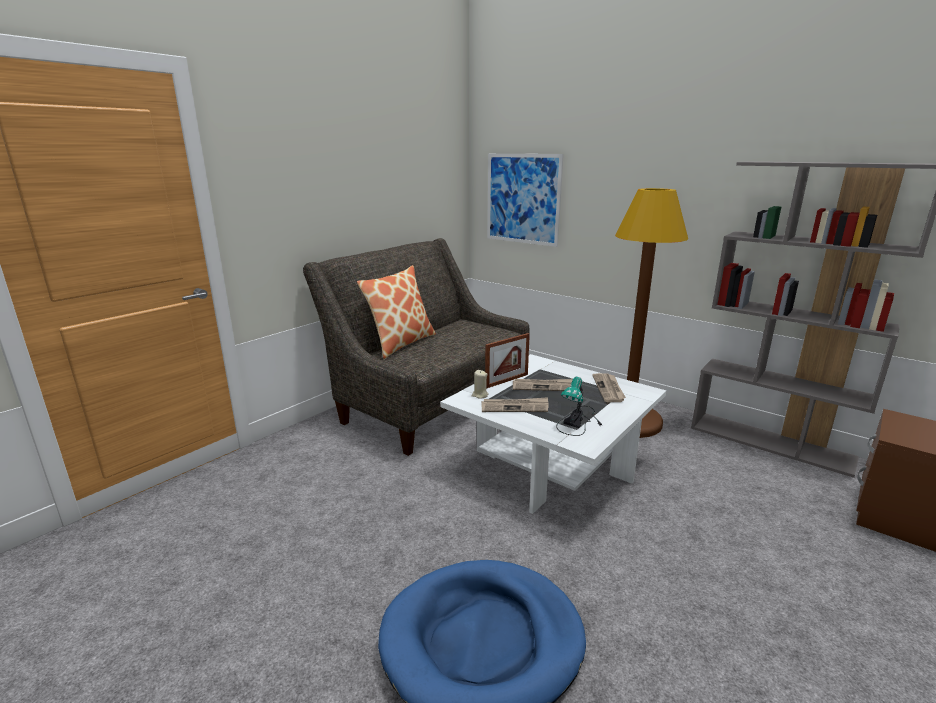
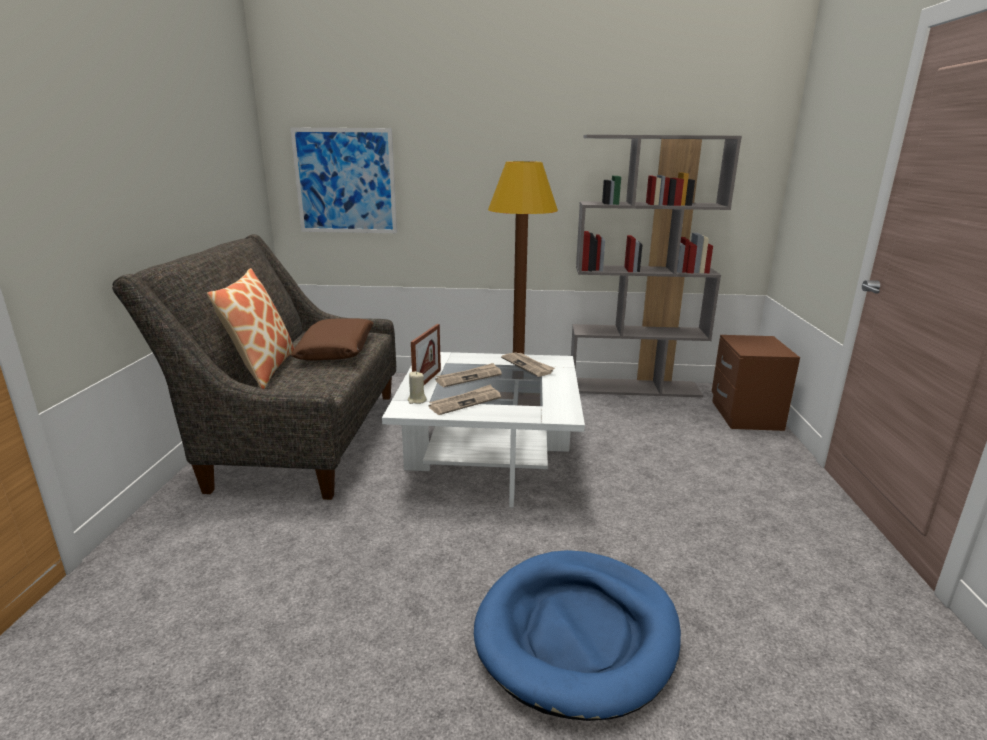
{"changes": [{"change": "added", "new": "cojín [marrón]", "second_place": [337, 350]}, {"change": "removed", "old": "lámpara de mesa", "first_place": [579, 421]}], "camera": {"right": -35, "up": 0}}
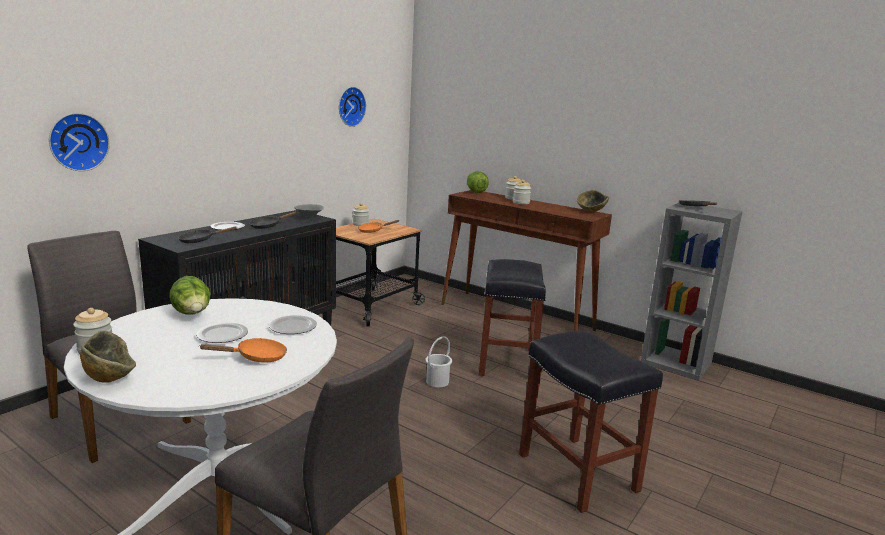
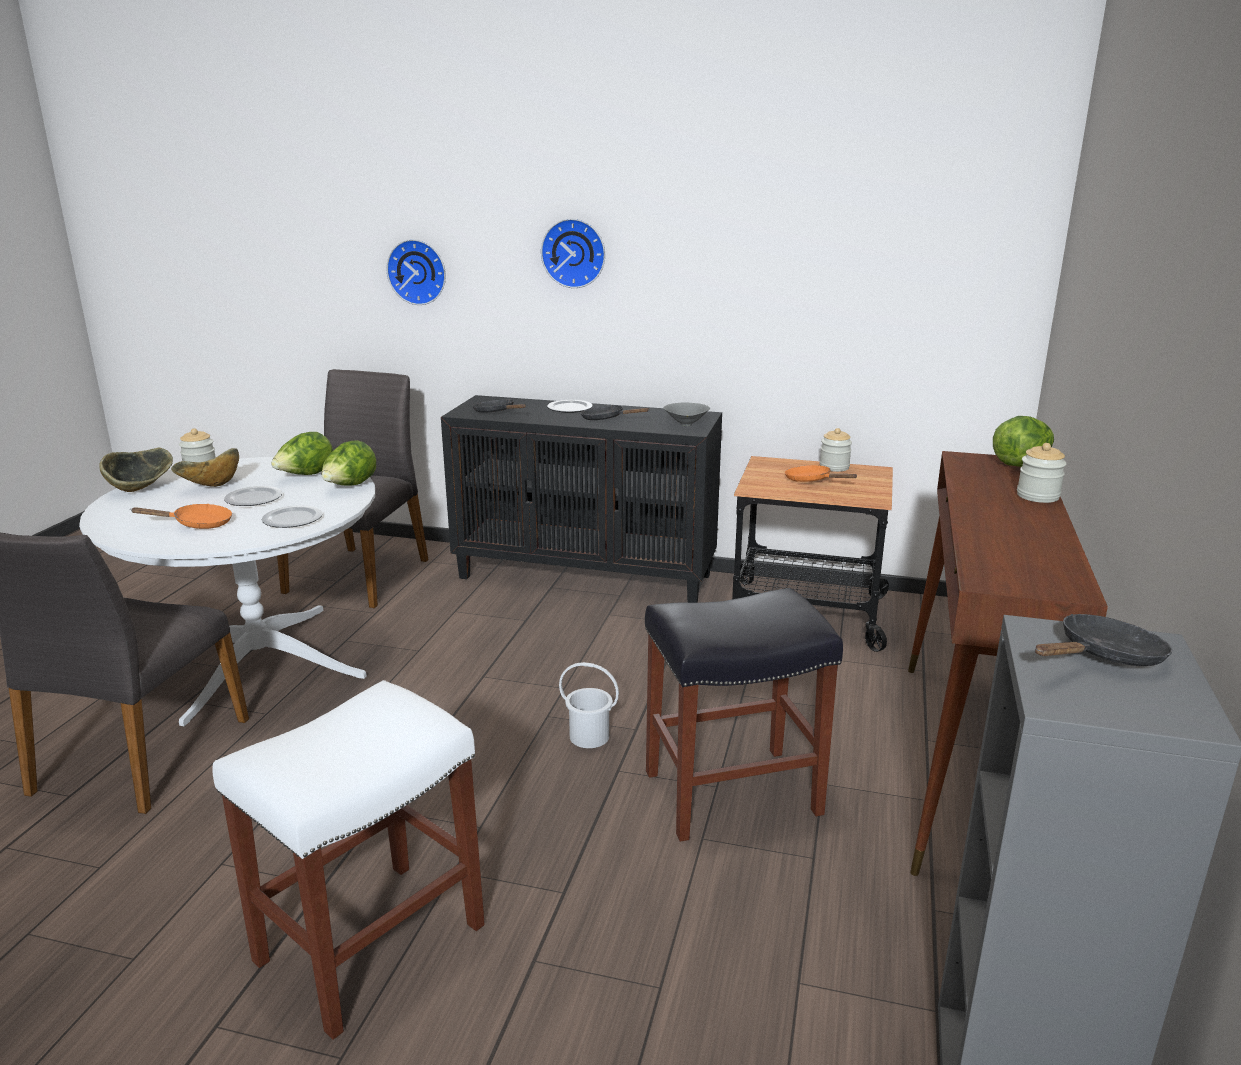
{"changes": [{"change": "turned", "old": "sartén [naranja]", "first_place": [256, 357], "second_place": [197, 524], "degrees": -60}, {"change": "moved", "old": "cuenco", "first_place": [591, 212], "second_place": [211, 486]}, {"change": "recoloured", "old": "taburete [negro]", "new": "taburete [blanco]", "first_place": [579, 473], "second_place": [369, 945]}, {"change": "added", "new": "lechuga", "second_place": [350, 486]}, {"change": "moved", "old": "reloj de pared", "first_place": [350, 106], "second_place": [574, 253]}, {"change": "removed", "old": "tarro", "first_place": [521, 202]}], "camera": {"right": 70, "up": 5}}
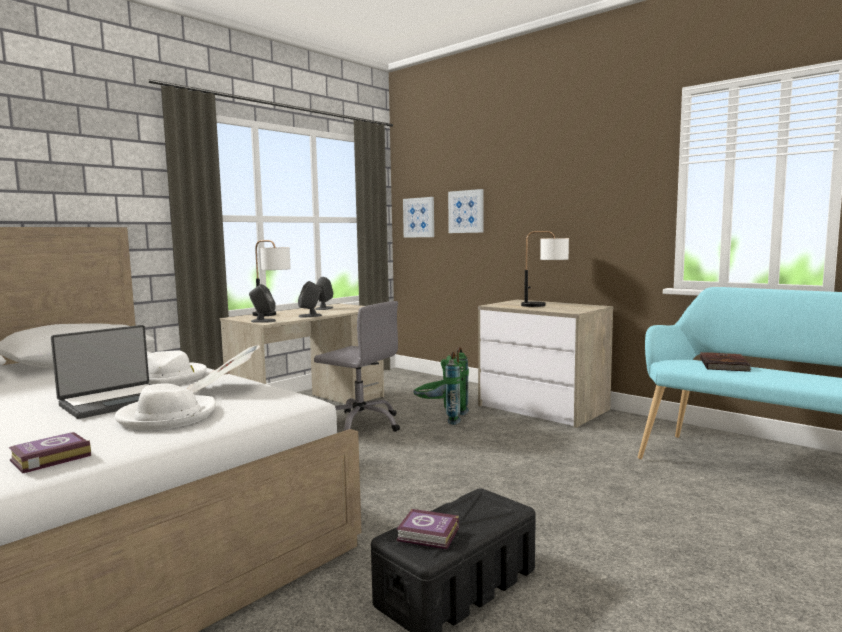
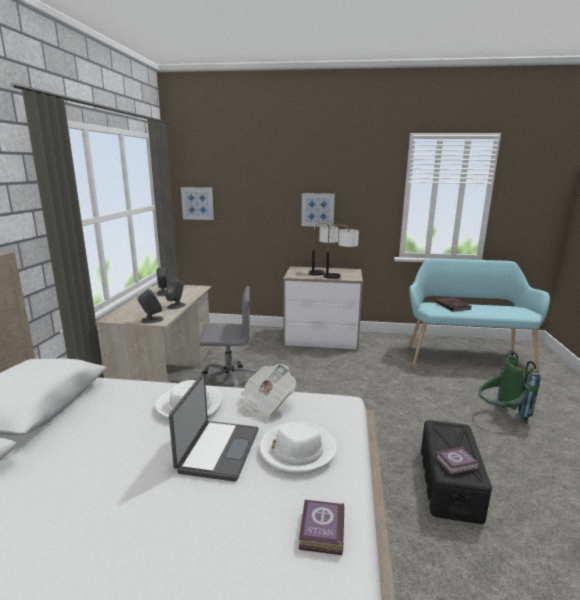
{"changes": [{"change": "moved", "old": "cuadro", "first_place": [466, 211], "second_place": [317, 210]}, {"change": "moved", "old": "lámpara de mesa", "first_place": [272, 315], "second_place": [340, 276]}, {"change": "moved", "old": "mochila [verde]", "first_place": [441, 417], "second_place": [500, 416]}], "camera": {"right": -35, "up": 10}}
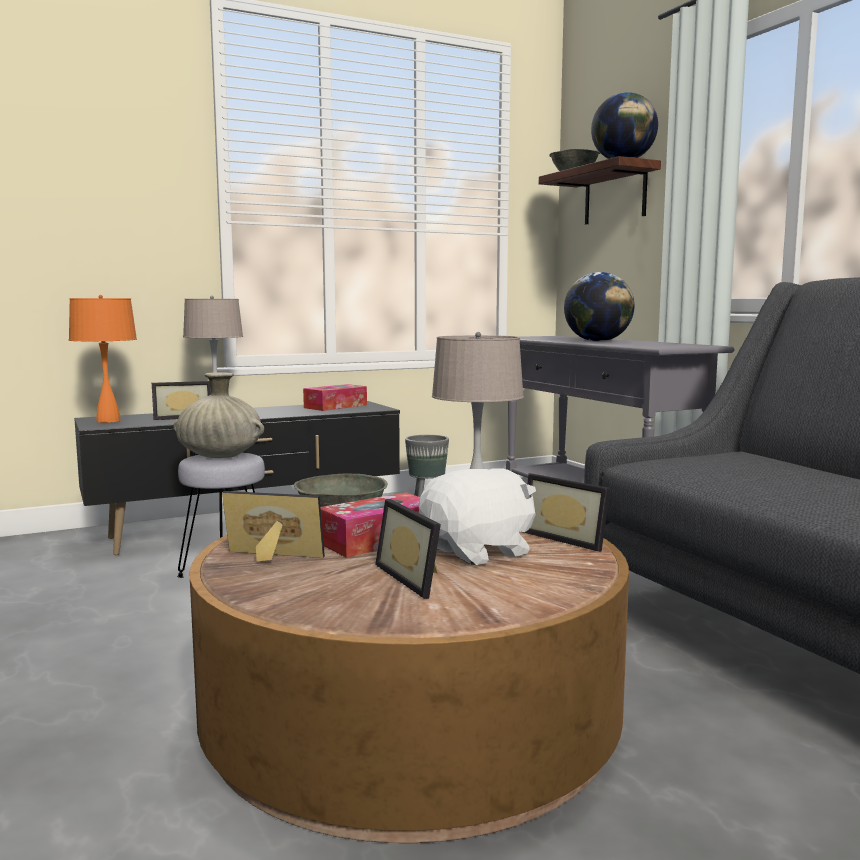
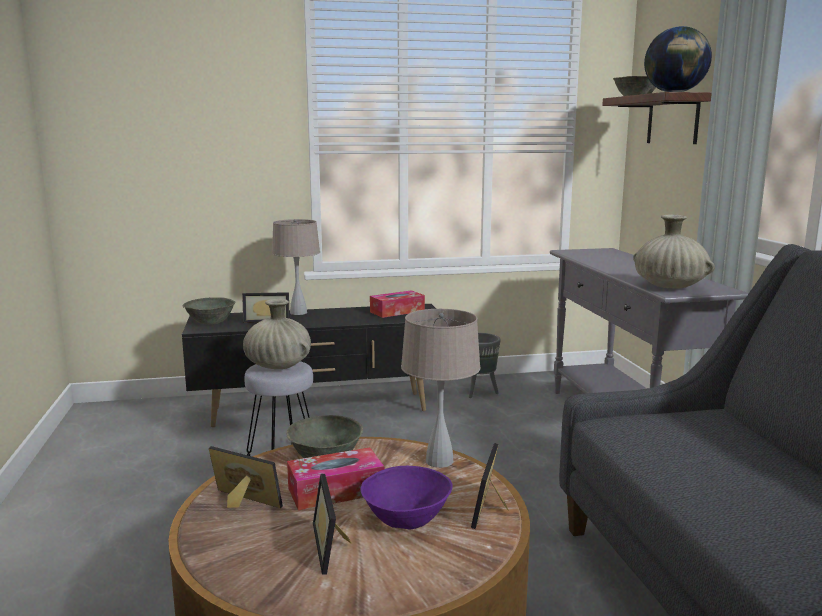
{"changes": [{"change": "replaced", "old": "lámpara de mesa [naranja]", "new": "cuenco [gris]", "first_place": [108, 421], "second_place": [210, 322]}, {"change": "replaced", "old": "peluche [blanco]", "new": "cuenco [morado]", "first_place": [479, 552], "second_place": [406, 517]}, {"change": "turned", "old": "portarretratos", "first_place": [568, 538], "second_place": [493, 509], "degrees": 45}, {"change": "added", "new": "florero [beis]", "second_place": [669, 287]}, {"change": "removed", "old": "globo terráqueo", "first_place": [597, 341]}], "camera": {"right": 15, "up": 5}}
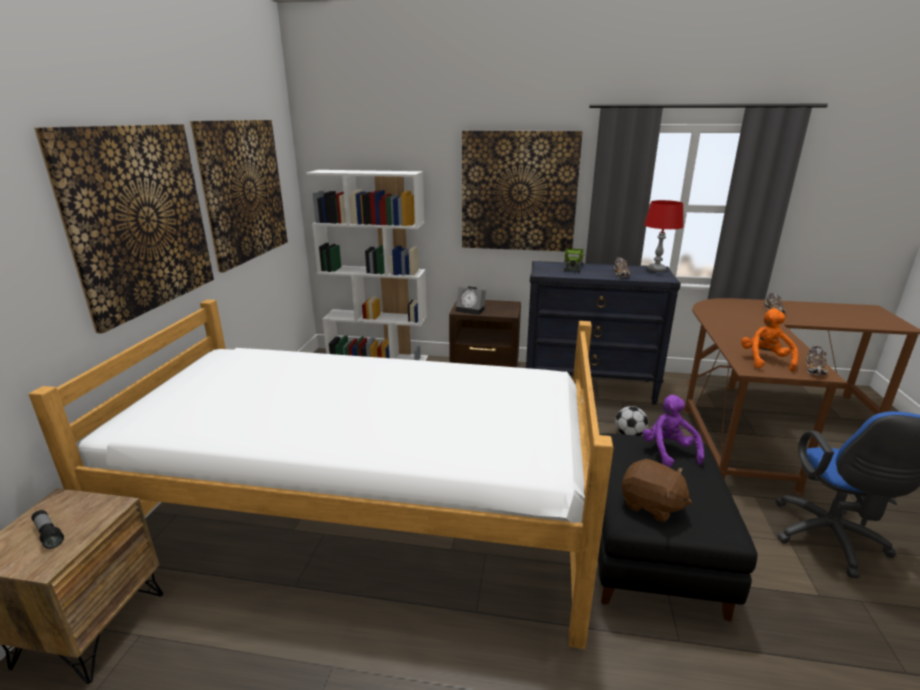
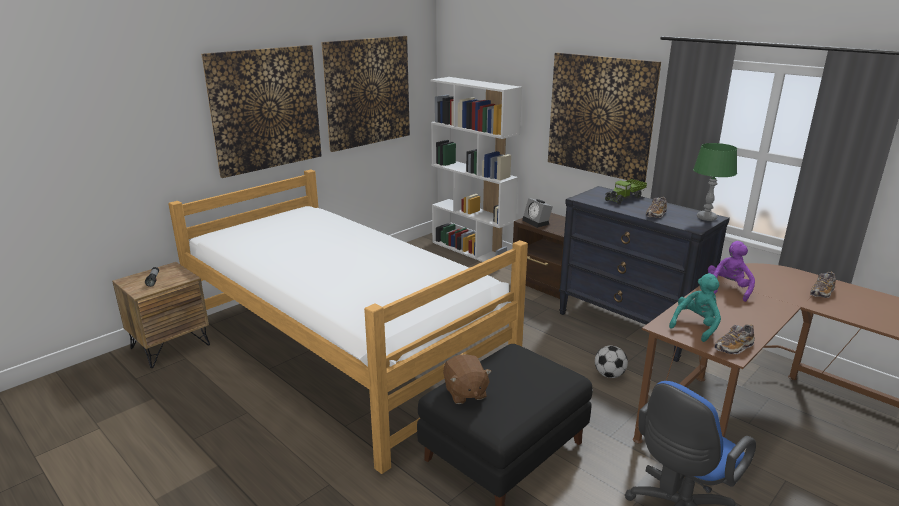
{"changes": [{"change": "recoloured", "old": "peluche [naranja]", "new": "peluche [turquesa]", "first_place": [765, 360], "second_place": [696, 326]}, {"change": "recoloured", "old": "lámpara de mesa [rojo]", "new": "lámpara de mesa [verde]", "first_place": [656, 269], "second_place": [706, 218]}, {"change": "moved", "old": "peluche [morado]", "first_place": [668, 451], "second_place": [728, 289]}], "camera": {"right": 35, "up": 0}}
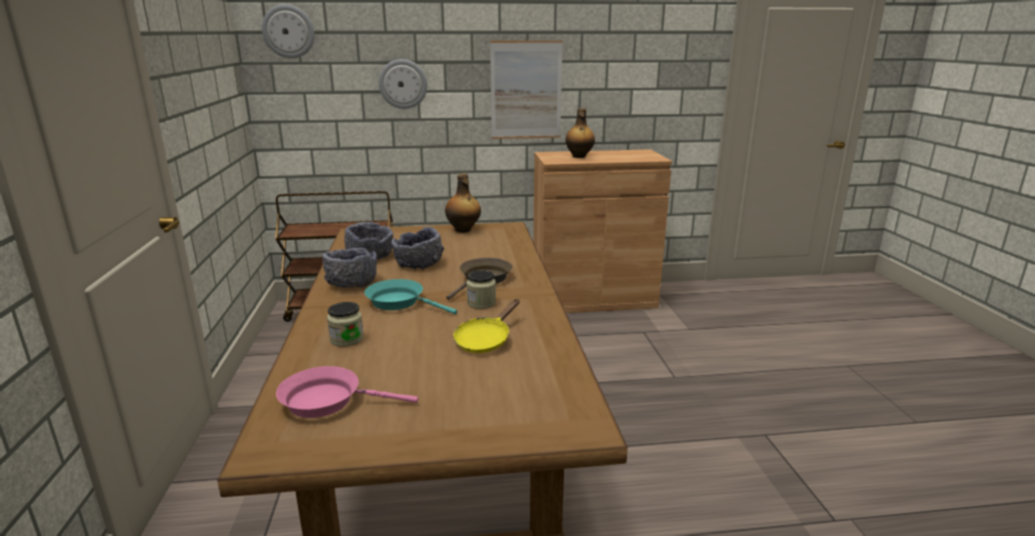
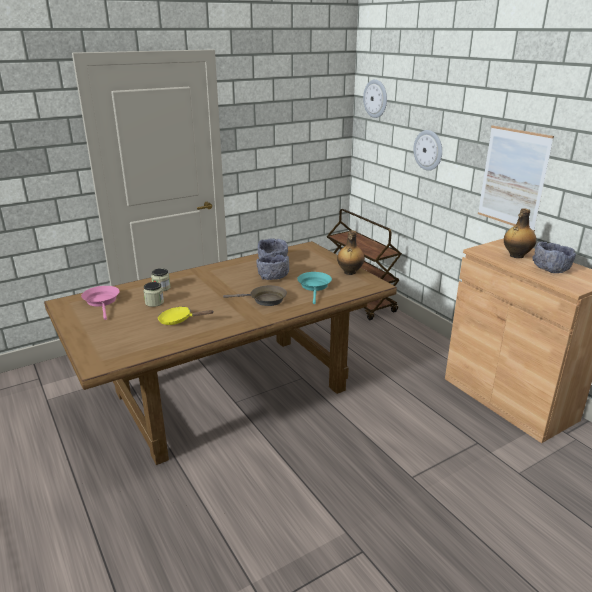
{"changes": [{"change": "moved", "old": "tarro", "first_place": [481, 303], "second_place": [154, 302]}, {"change": "moved", "old": "sartén [turquesa]", "first_place": [400, 302], "second_place": [314, 287]}, {"change": "moved", "old": "cuenco [gris]", "first_place": [352, 283], "second_place": [551, 268]}], "camera": {"right": 65, "up": 5}}
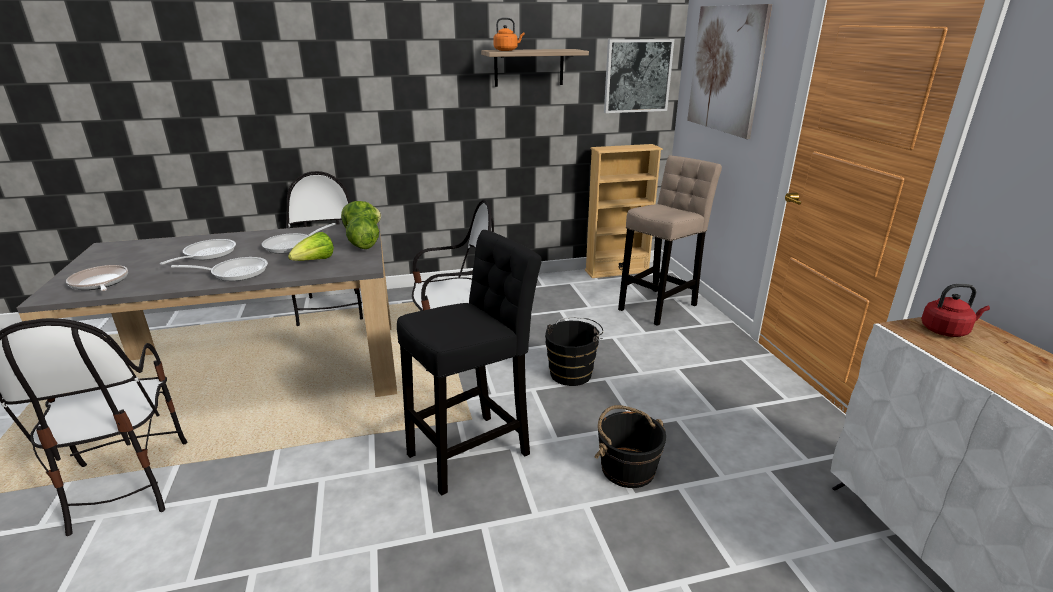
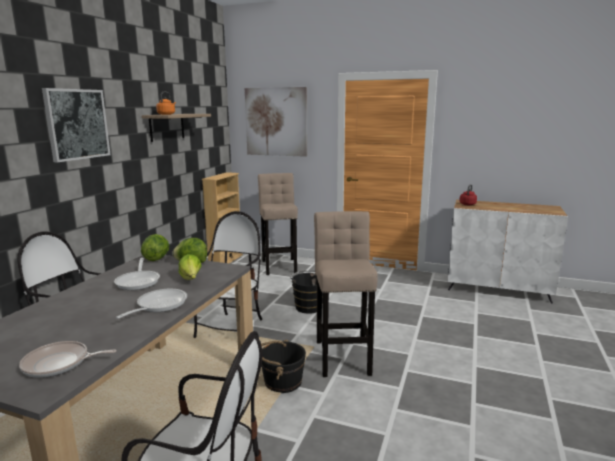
{"changes": [{"change": "moved", "old": "cuadro", "first_place": [637, 76], "second_place": [77, 124]}, {"change": "moved", "old": "cubo [negro]", "first_place": [627, 468], "second_place": [282, 381]}, {"change": "recoloured", "old": "taburete [negro]", "new": "taburete [beis]", "first_place": [474, 450], "second_place": [343, 355]}, {"change": "removed", "old": "sartén", "first_place": [206, 254]}], "camera": {"right": -55, "up": -10}}
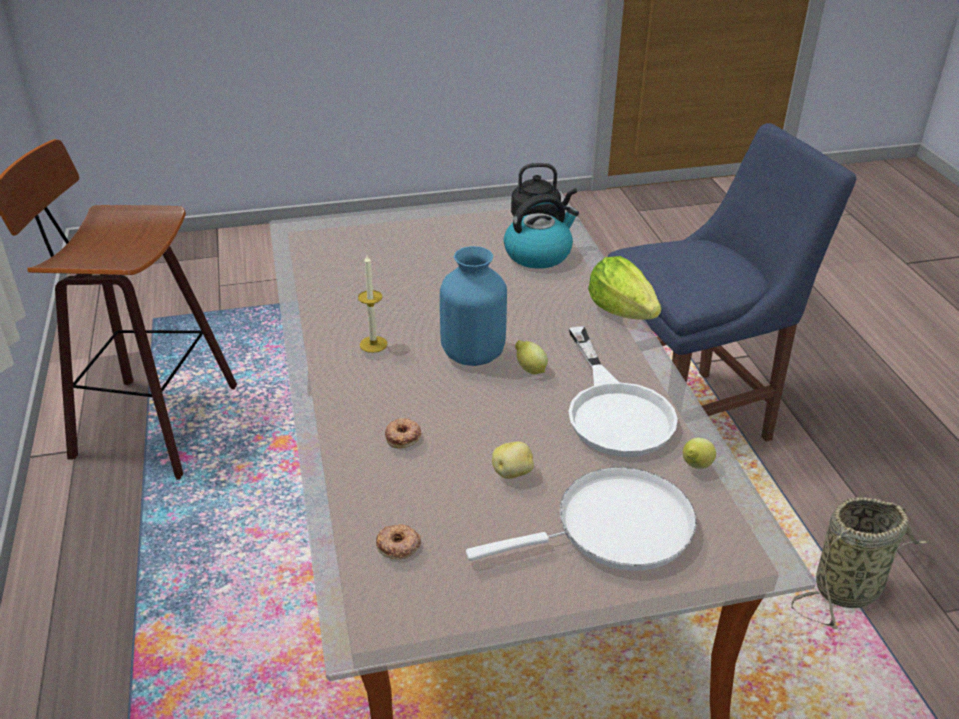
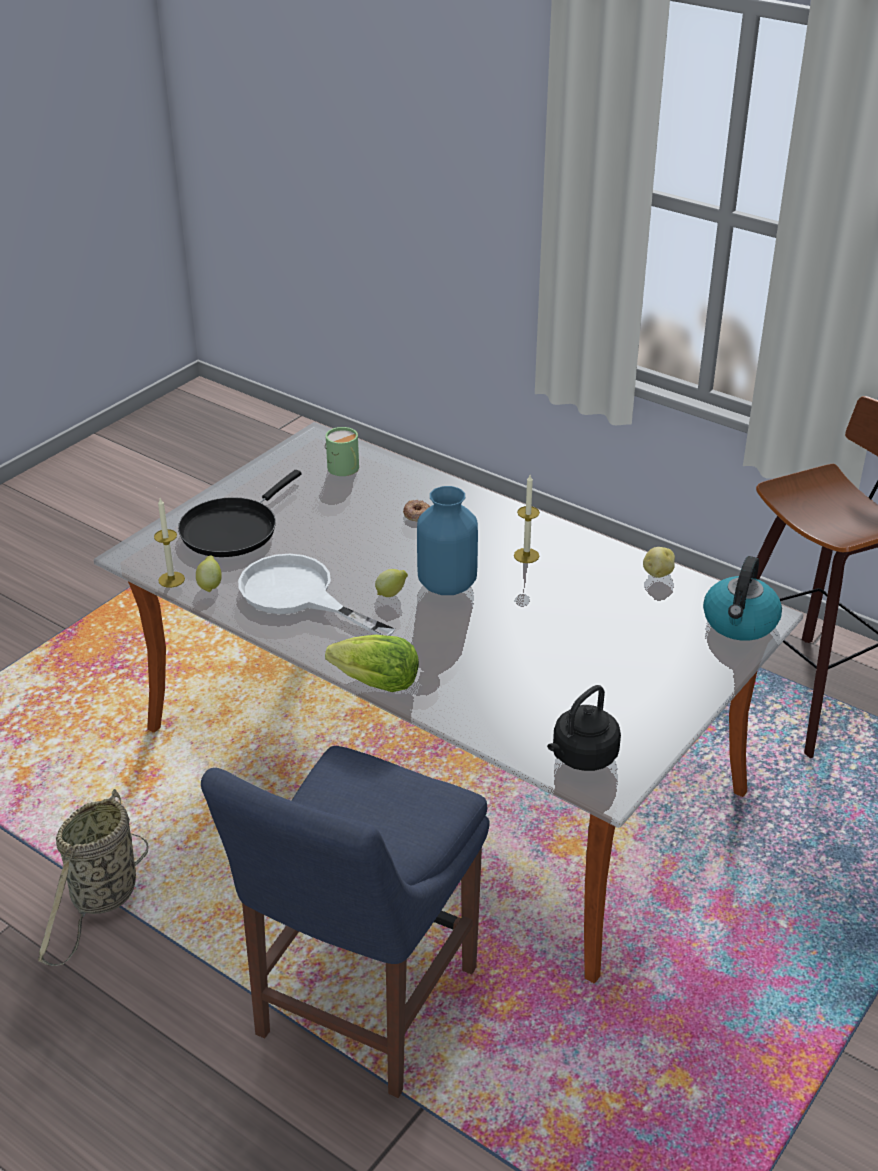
{"changes": [{"change": "added", "new": "vela", "second_place": [171, 579]}, {"change": "recoloured", "old": "sartén [blanco]", "new": "sartén [negro]", "first_place": [615, 528], "second_place": [233, 529]}, {"change": "replaced", "old": "rosquilla", "new": "taza grande [verde]", "first_place": [398, 545], "second_place": [345, 469]}, {"change": "moved", "old": "patata", "first_place": [513, 473], "second_place": [657, 573]}, {"change": "moved", "old": "hervidor", "first_place": [538, 254], "second_place": [740, 623]}], "camera": {"right": 140, "up": 0}}
